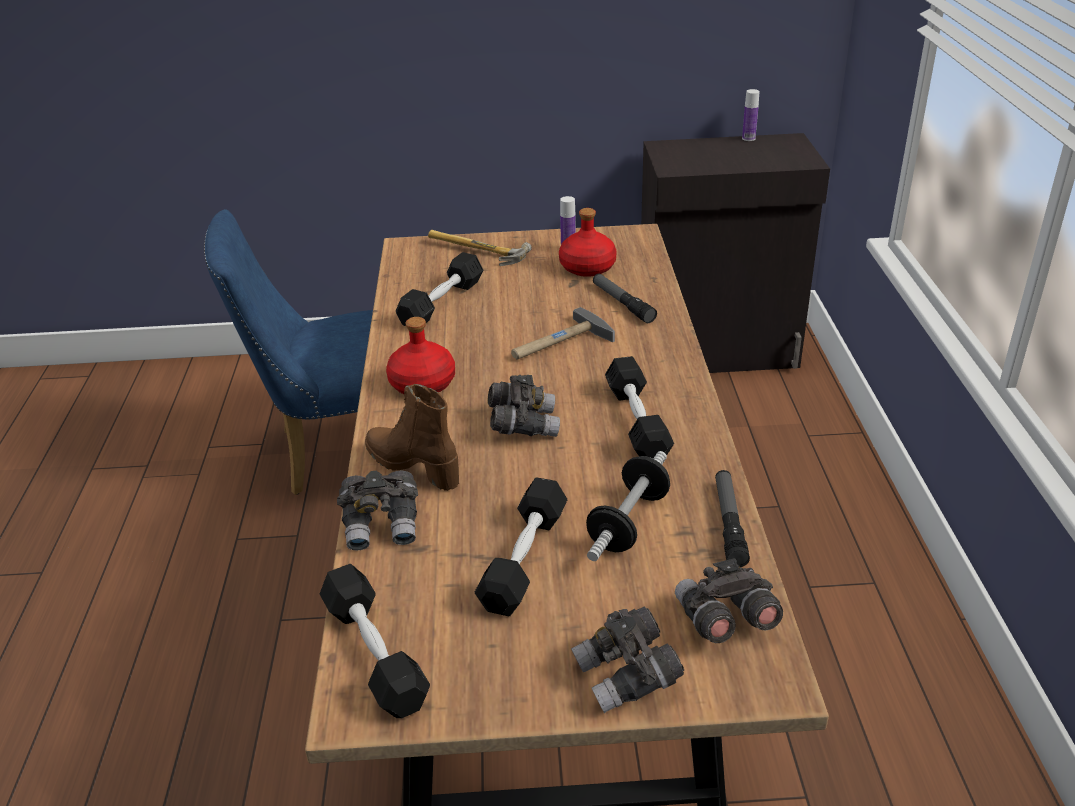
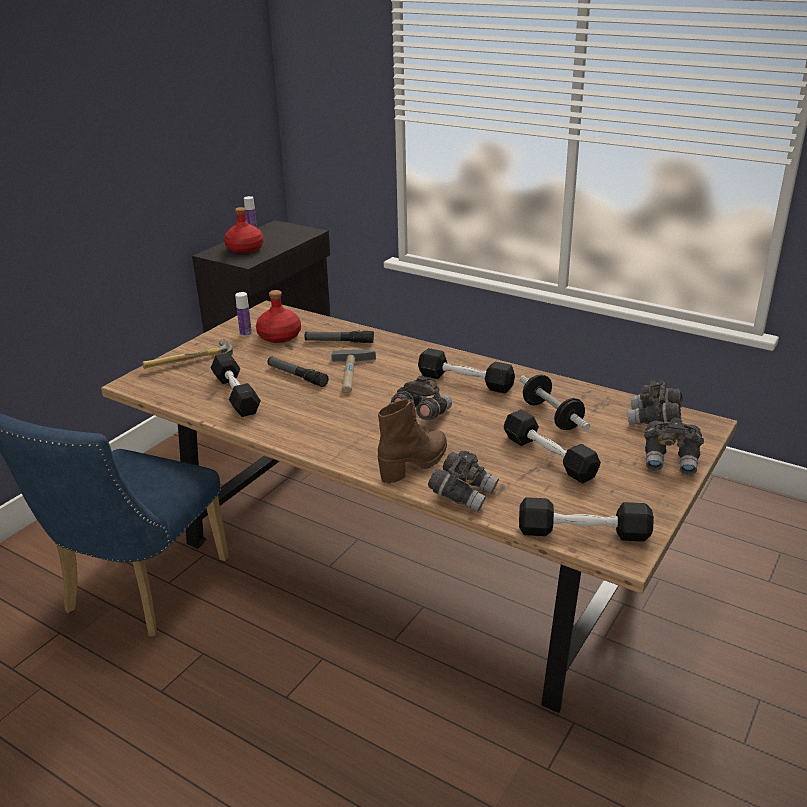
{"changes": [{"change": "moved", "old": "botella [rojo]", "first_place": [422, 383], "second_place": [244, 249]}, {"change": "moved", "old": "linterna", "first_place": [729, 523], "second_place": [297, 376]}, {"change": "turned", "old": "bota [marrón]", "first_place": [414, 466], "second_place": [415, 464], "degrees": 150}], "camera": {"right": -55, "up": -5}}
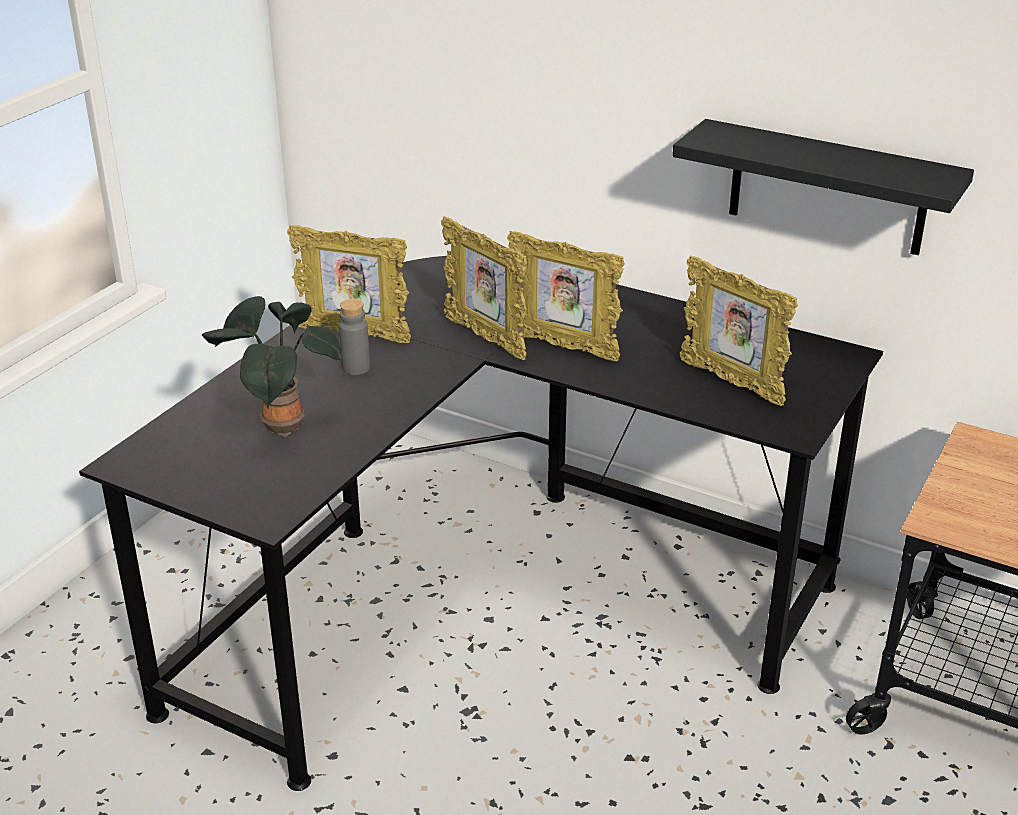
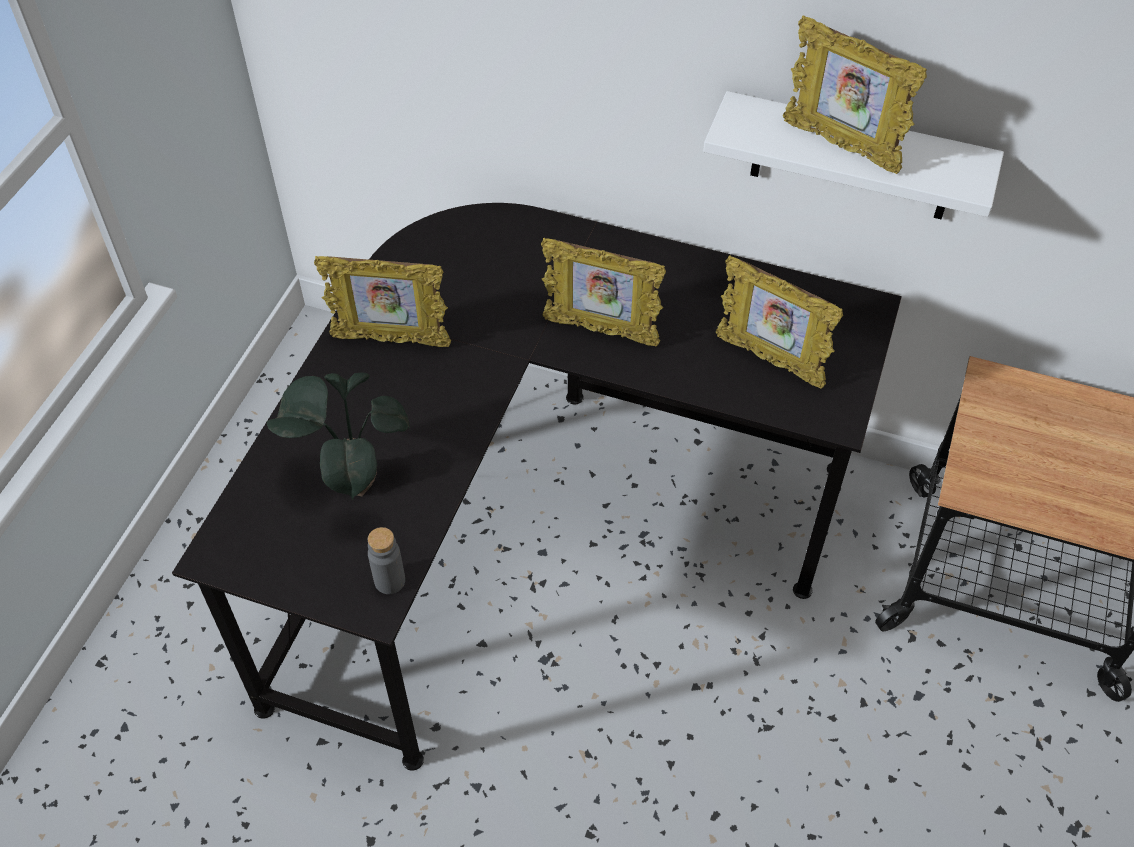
{"changes": [{"change": "moved", "old": "botella [gris]", "first_place": [356, 368], "second_place": [390, 581]}, {"change": "recoloured", "old": "estante [negro]", "new": "estante [blanco]", "first_place": [827, 188], "second_place": [853, 158]}, {"change": "moved", "old": "portarretratos", "first_place": [486, 338], "second_place": [841, 146]}], "camera": {"right": -10, "up": 20}}
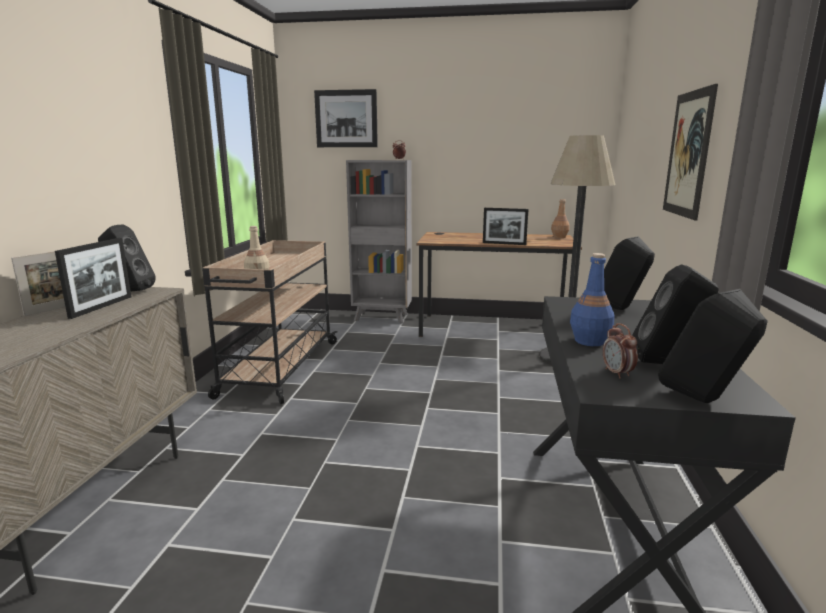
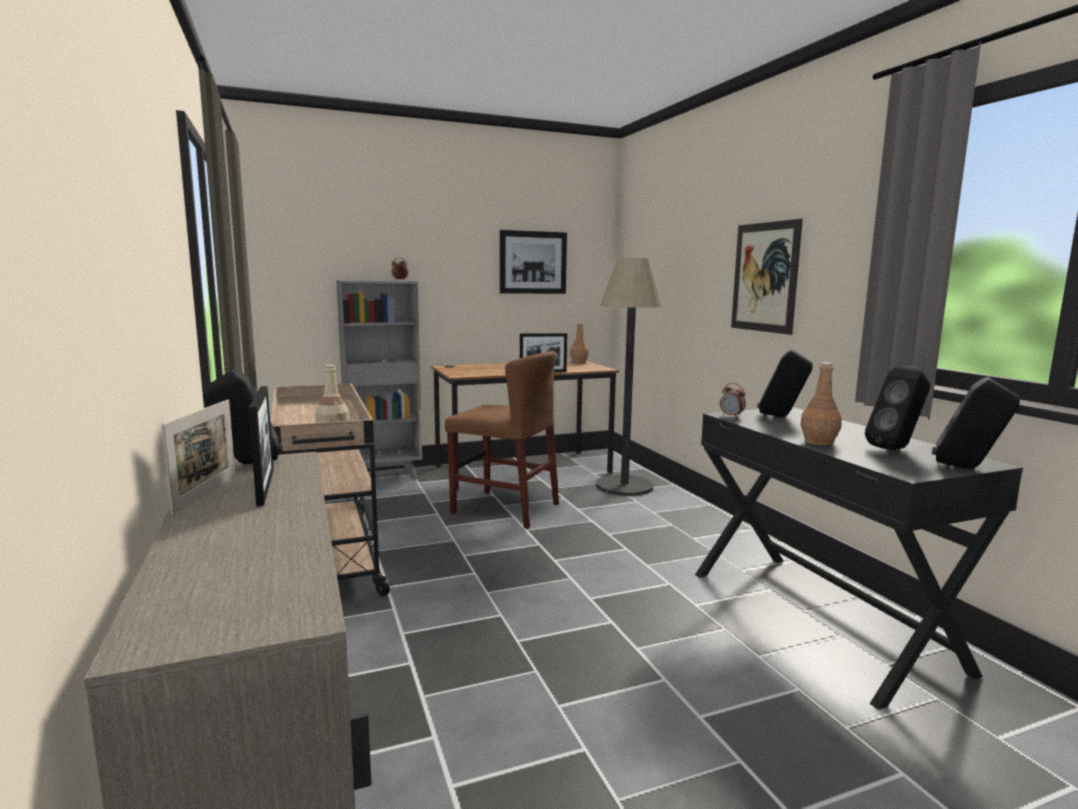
{"changes": [{"change": "added", "new": "silla [marrón]", "second_place": [505, 508]}, {"change": "moved", "old": "cuadro", "first_place": [346, 119], "second_place": [533, 262]}, {"change": "moved", "old": "despertador", "first_place": [617, 373], "second_place": [731, 416]}, {"change": "recoloured", "old": "botella [azul]", "new": "botella [marrón]", "first_place": [589, 341], "second_place": [818, 442]}], "camera": {"right": -30, "up": -5}}
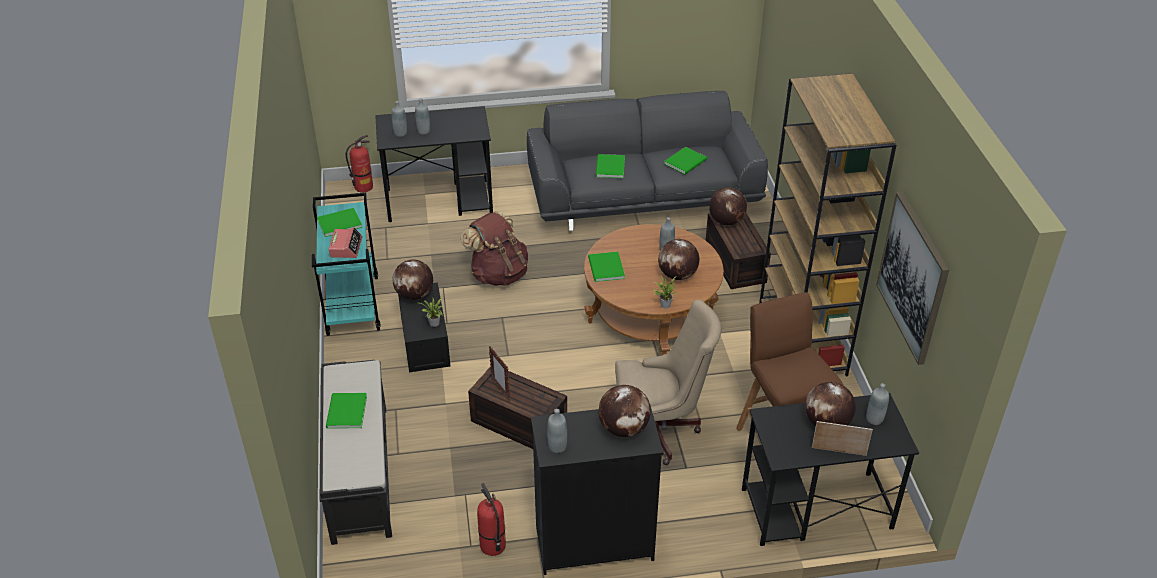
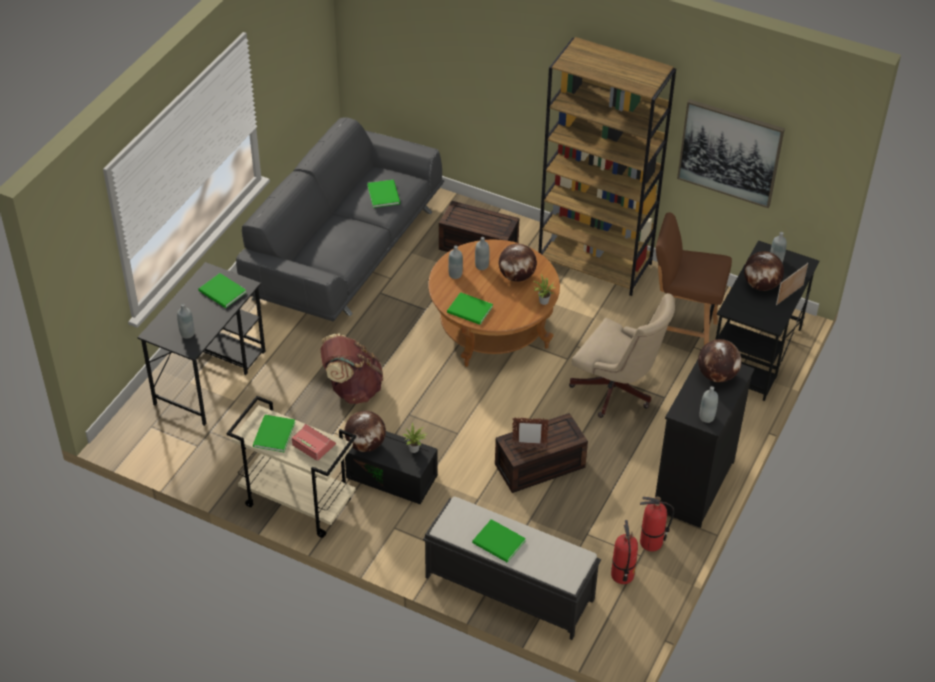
{"changes": [{"change": "moved", "old": "libro [verde]", "first_place": [609, 168], "second_place": [222, 293]}, {"change": "recoloured", "old": "carrito [turquesa]", "new": "carrito [beis]", "first_place": [352, 305], "second_place": [297, 503]}, {"change": "moved", "old": "botella [gris]", "first_place": [423, 131], "second_place": [455, 274]}, {"change": "turned", "old": "silla de oficina [beis]", "first_place": [659, 431], "second_place": [617, 392], "degrees": 90}, {"change": "moved", "old": "extintor", "first_place": [363, 187], "second_place": [622, 575]}, {"change": "removed", "old": "globo terráqueo", "first_place": [726, 221]}], "camera": {"right": -55, "up": 5}}
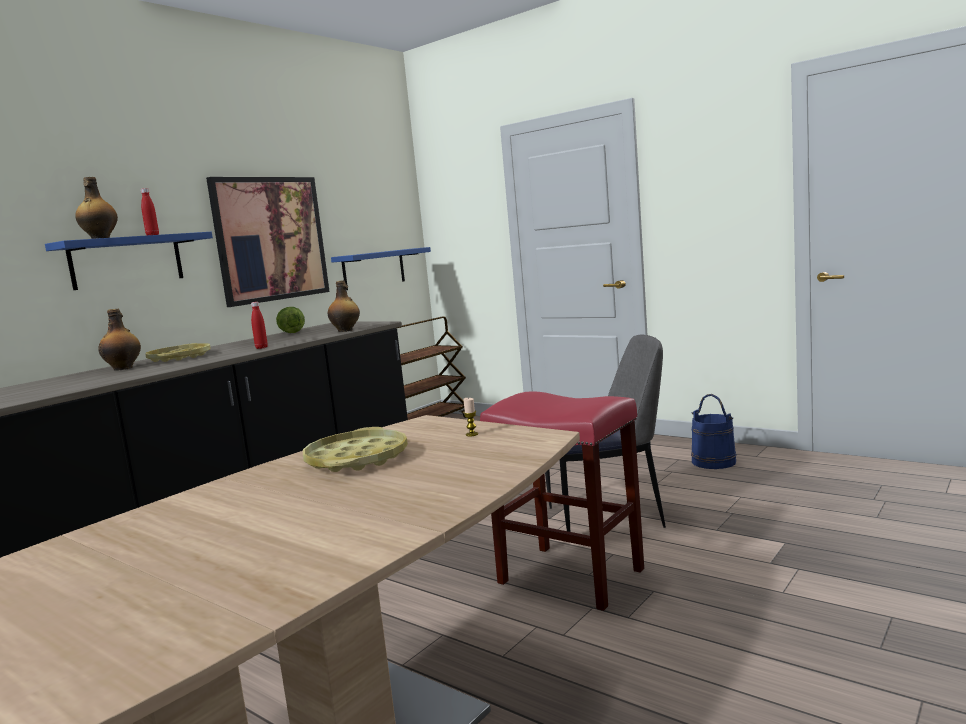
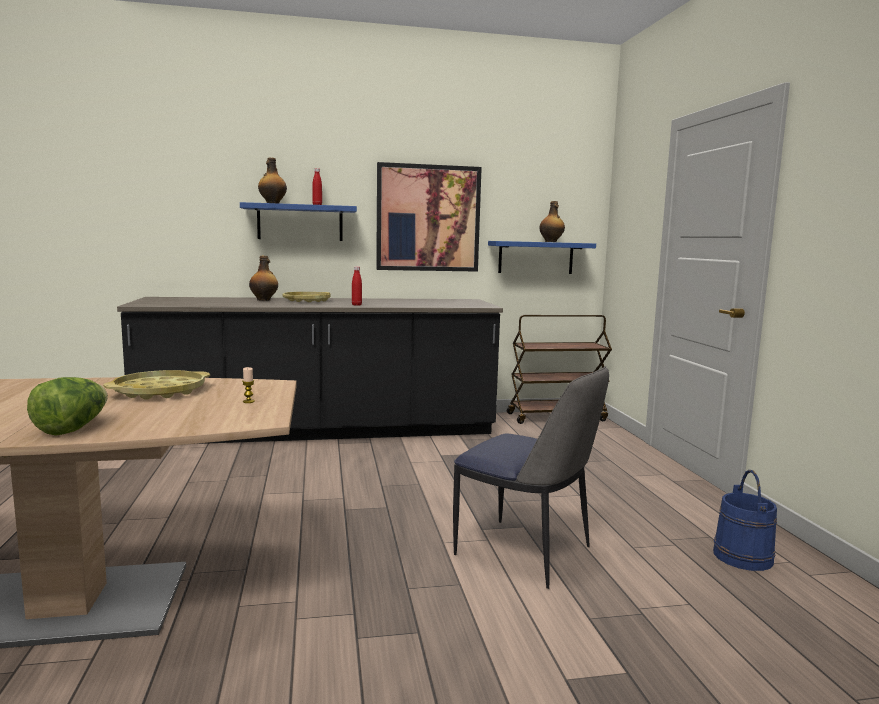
{"changes": [{"change": "moved", "old": "lechuga", "first_place": [290, 332], "second_place": [72, 428]}, {"change": "moved", "old": "botella", "first_place": [346, 330], "second_place": [551, 242]}, {"change": "removed", "old": "taburete [rojo]", "first_place": [573, 576]}], "camera": {"right": 40, "up": 0}}
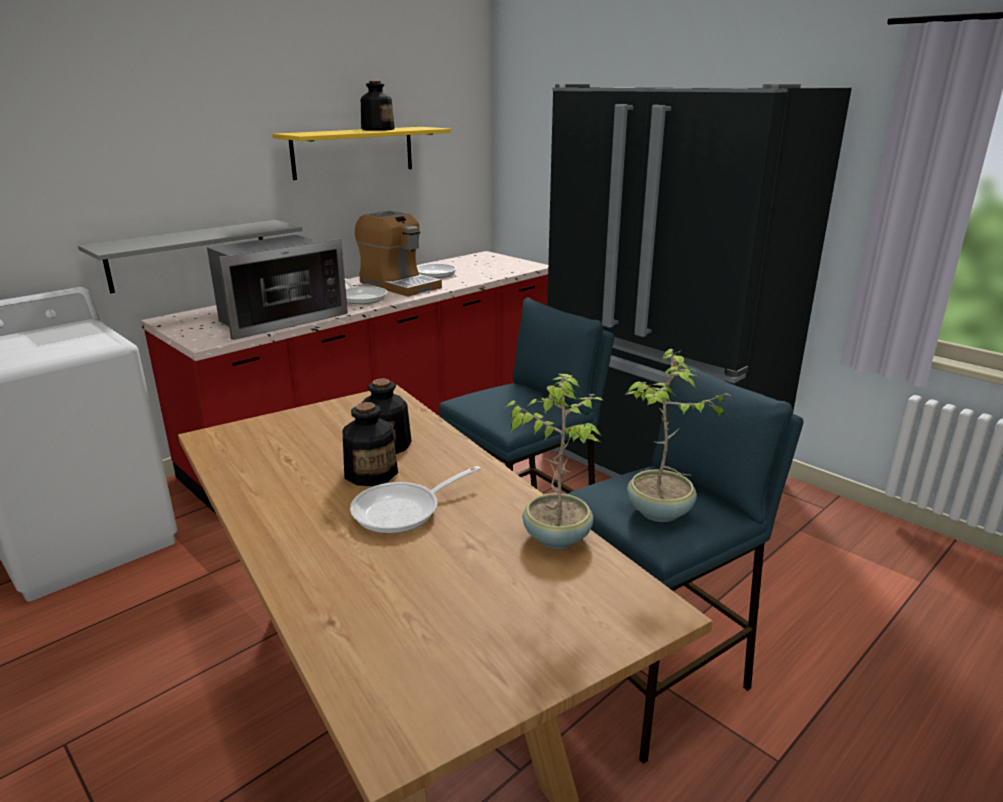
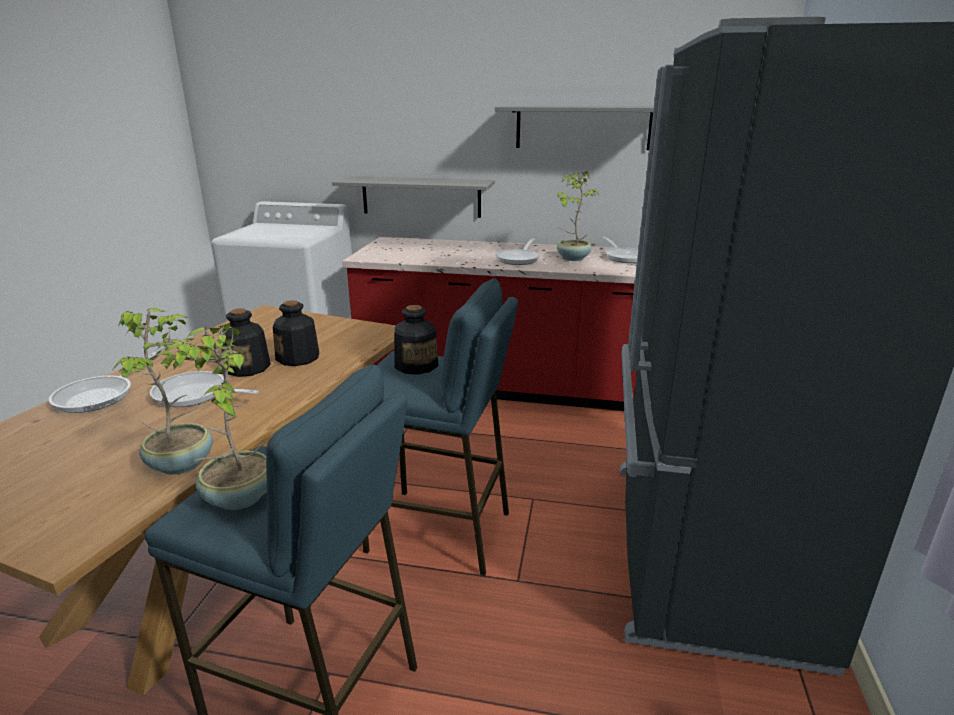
{"changes": [{"change": "added", "new": "sartén", "second_place": [100, 395]}, {"change": "moved", "old": "botella", "first_place": [377, 129], "second_place": [416, 365]}, {"change": "recoloured", "old": "estante [amarillo]", "new": "estante [gris]", "first_place": [353, 152], "second_place": [583, 127]}, {"change": "replaced", "old": "cafetera", "new": "planta en maceta", "first_place": [398, 285], "second_place": [572, 258]}, {"change": "removed", "old": "microondas", "first_place": [278, 319]}], "camera": {"right": 55, "up": 0}}
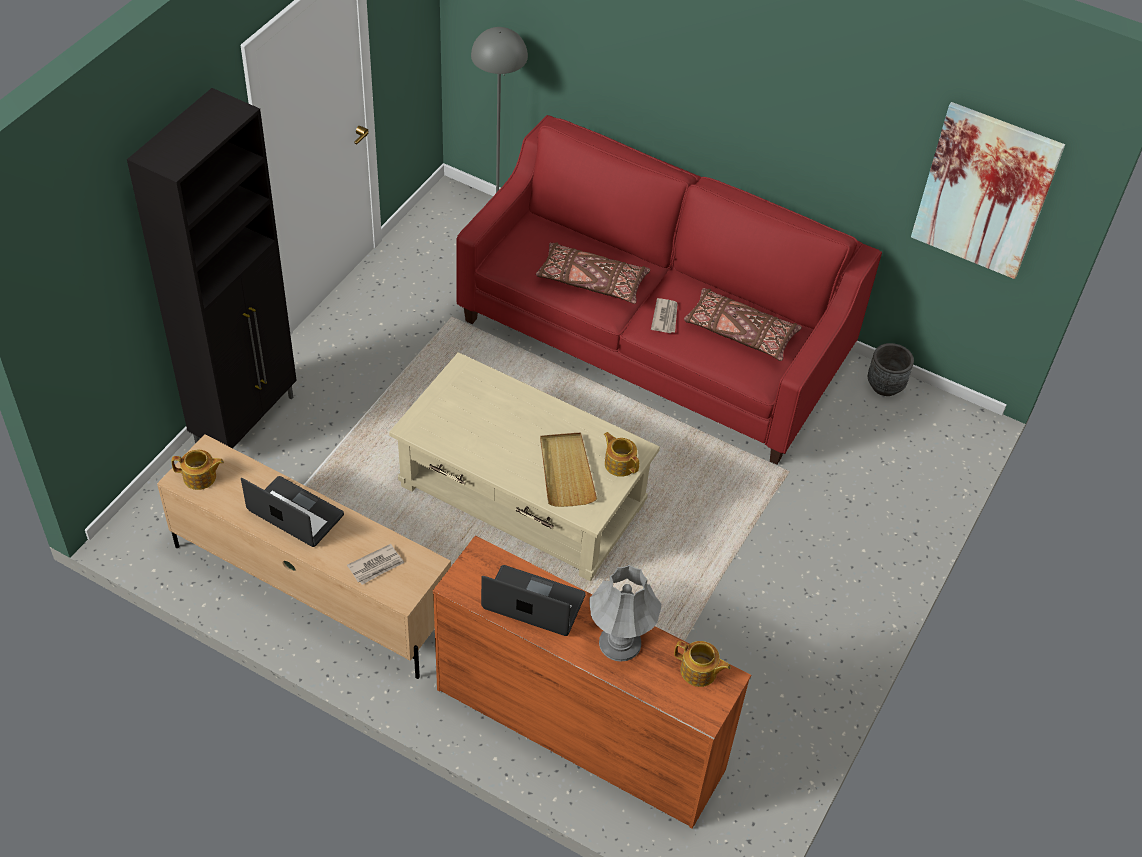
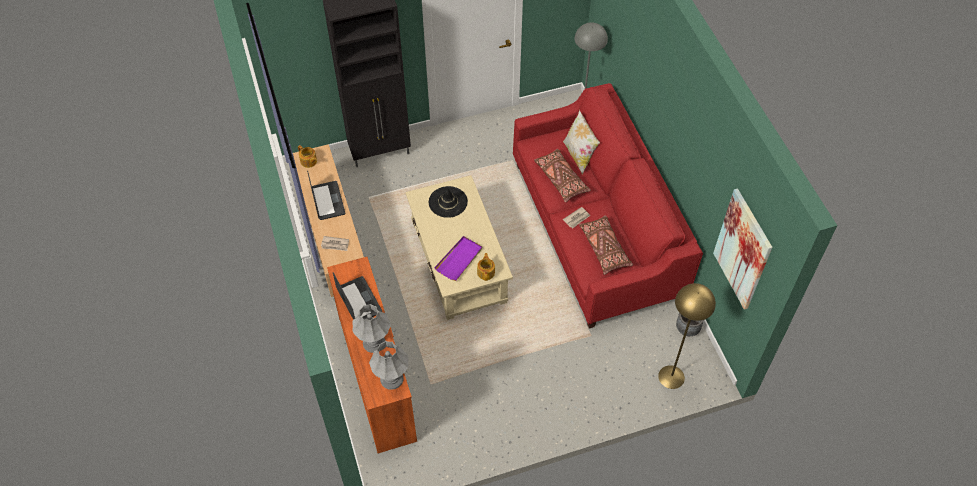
{"changes": [{"change": "replaced", "old": "tetera", "new": "lámpara de mesa [gris]", "first_place": [699, 671], "second_place": [392, 378]}, {"change": "added", "new": "sombrero [negro]", "second_place": [448, 202]}, {"change": "recoloured", "old": "bandeja [beis]", "new": "bandeja [morado]", "first_place": [566, 471], "second_place": [459, 259]}, {"change": "added", "new": "cojín", "second_place": [579, 156]}, {"change": "added", "new": "lámpara de pie [amarillo]", "second_place": [671, 377]}], "camera": {"right": 45, "up": 5}}
